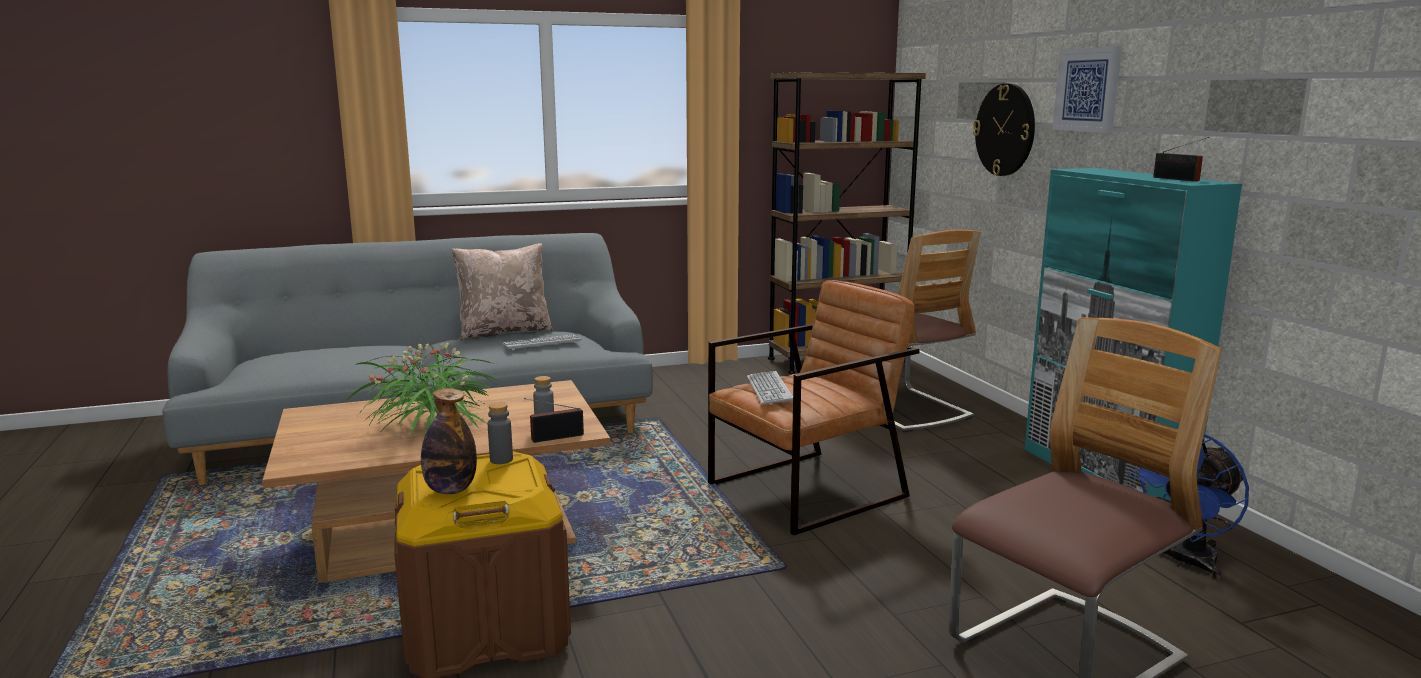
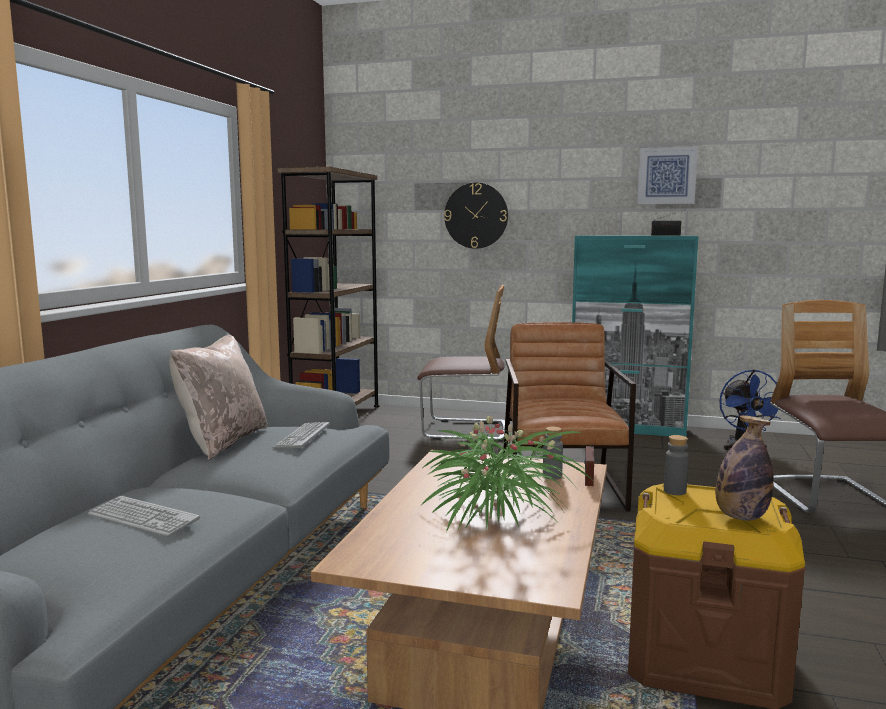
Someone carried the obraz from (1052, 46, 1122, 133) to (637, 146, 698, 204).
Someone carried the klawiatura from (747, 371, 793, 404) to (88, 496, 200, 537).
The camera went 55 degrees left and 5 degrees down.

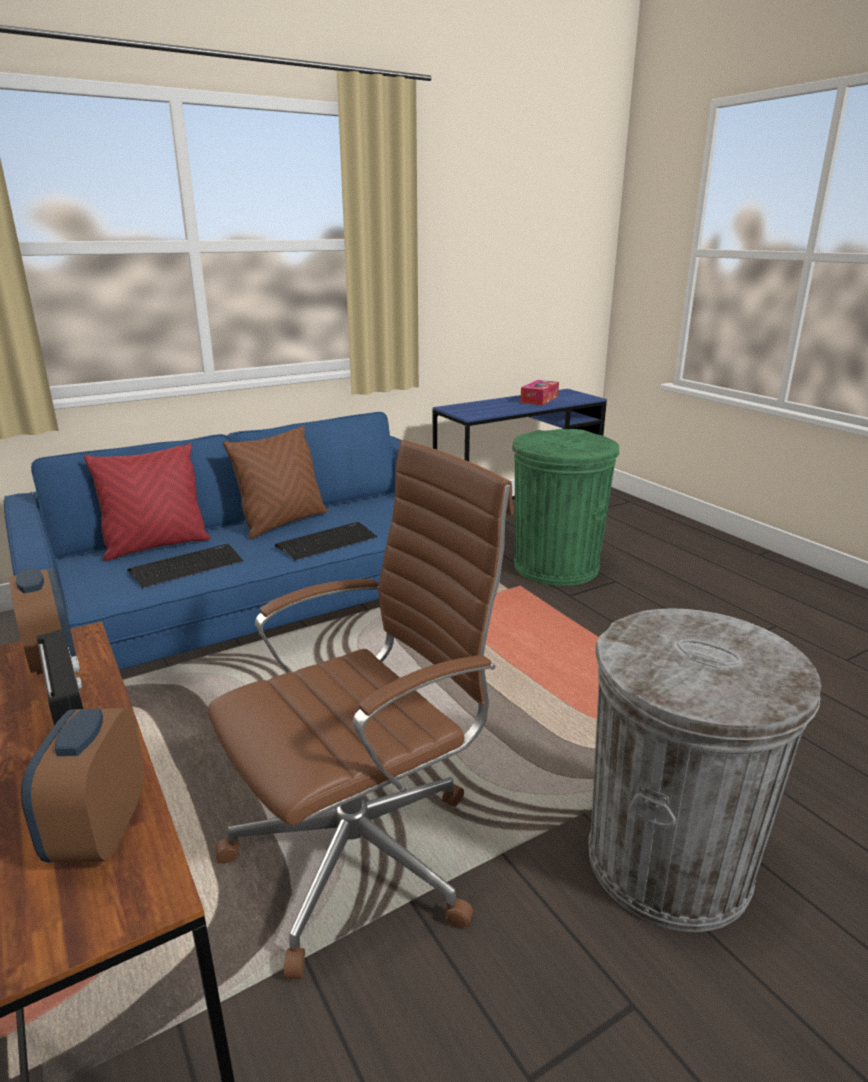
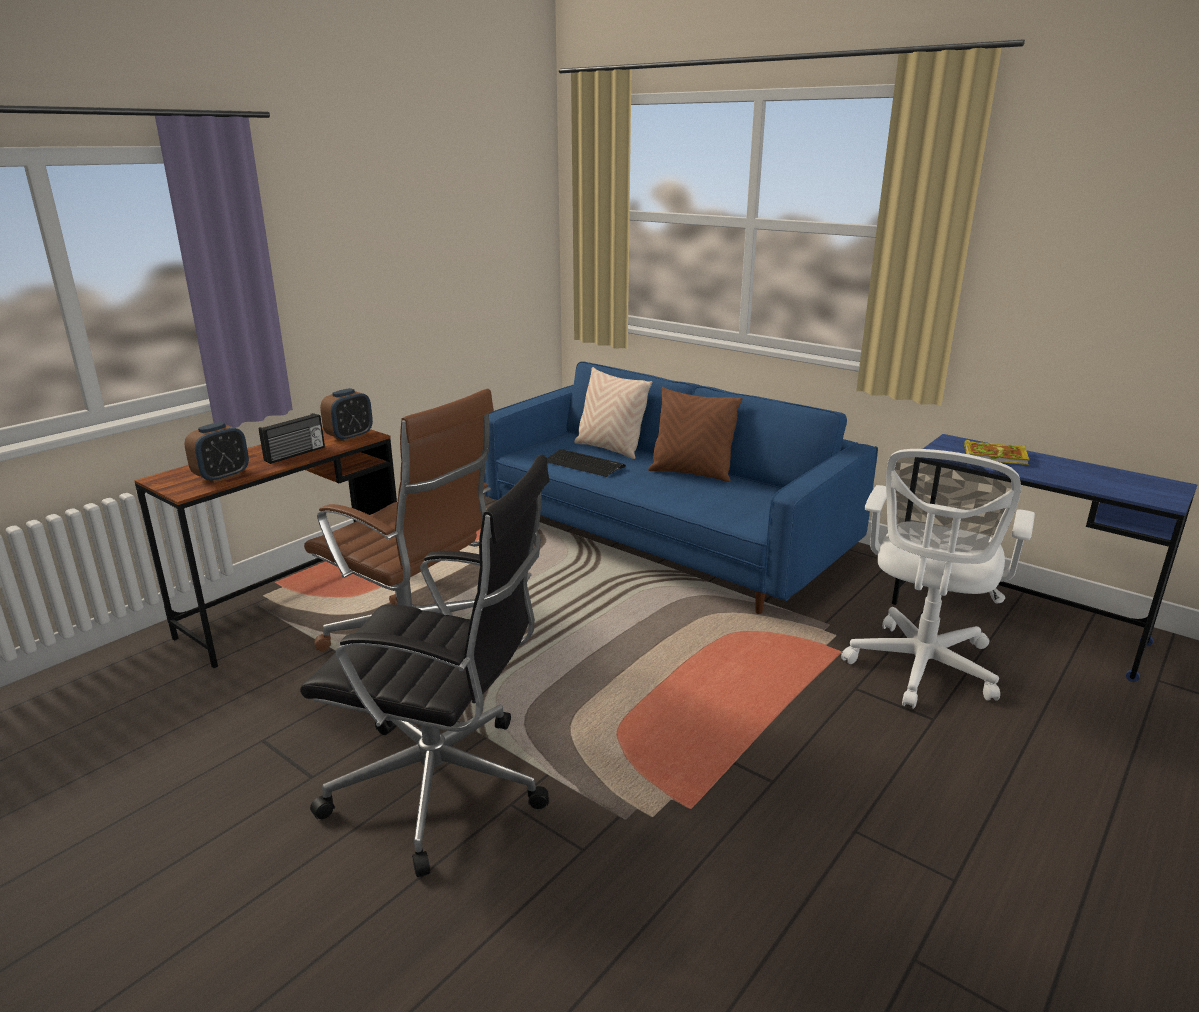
Someone took away the pudełko chusteczek at (520, 380, 559, 405).
Someone swapped the kosz na śmieci [zielony] at (512, 429, 619, 586) for the krzesło biurowe [biały] at (841, 449, 1035, 709).
Someone repainted the poduszka [czerwony] at (84, 443, 211, 561), which became the poduszka [beżowy] at (574, 367, 652, 459).
Someone took away the klawiatura at (275, 522, 377, 561).
Someone swapped the kosz na śmieci [szary] at (589, 608, 821, 932) for the krzesło biurowe [czarny] at (300, 455, 550, 877).
Someone rotated the budzik at (21, 708, 144, 862) by 150 degrees clockwise.
Someone put down the książka at (964, 440, 1030, 465).
The camera went 70 degrees right and 0 degrees up.

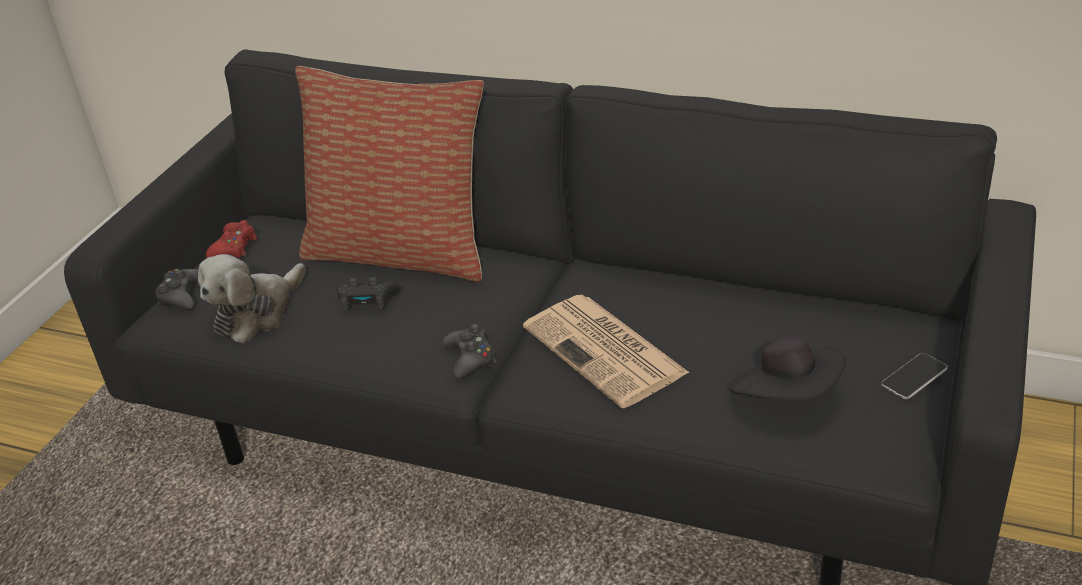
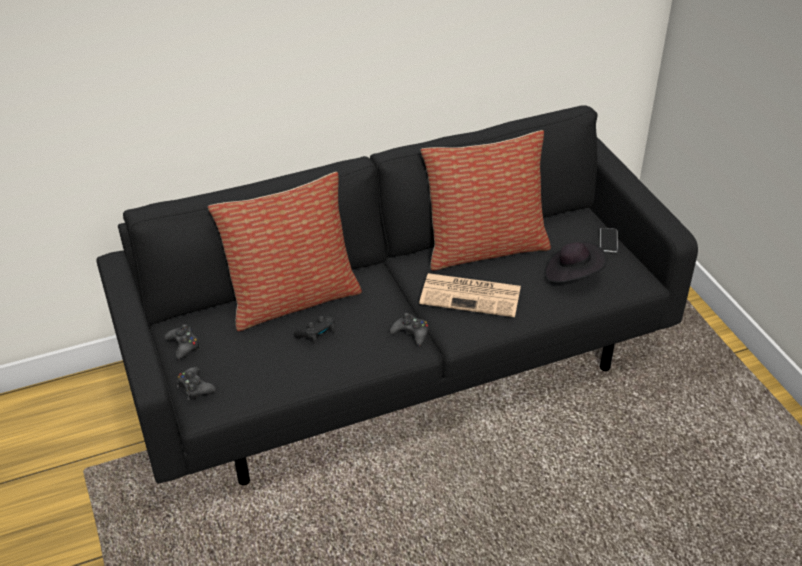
Someone repainted the pad do gier [czerwony] at (206, 220, 257, 258), which became the pad do gier [czarny] at (165, 324, 201, 359).
Someone took away the pluszak at (198, 254, 306, 343).
Someone put down the poduszka at (421, 130, 551, 271).
The camera went 45 degrees left and 5 degrees up.

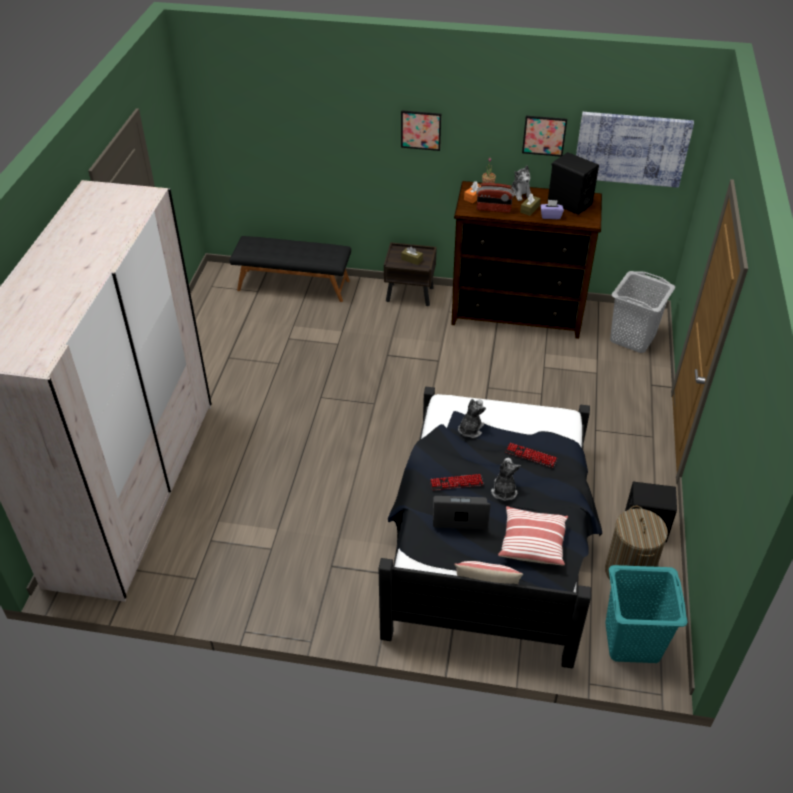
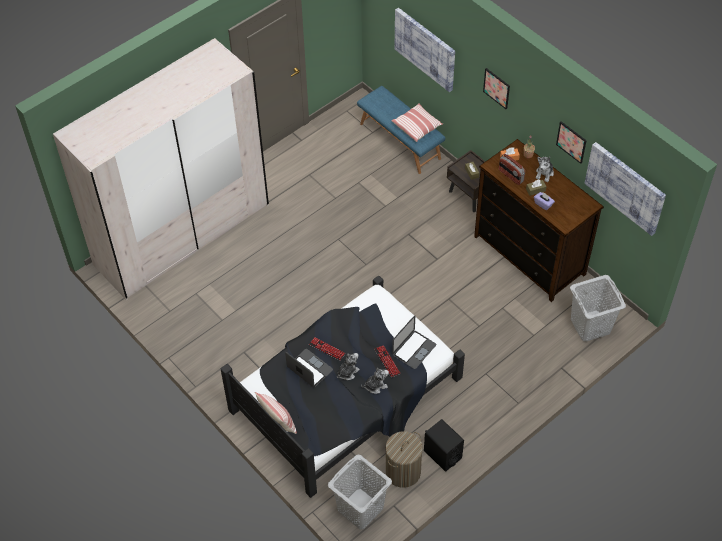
Someone took away the głośnik [czarny] at (548, 152, 599, 215).
Someone repainted the ławka [czarny] at (230, 236, 351, 302), which became the ławka [niebieski] at (357, 86, 445, 174).
Someone carried the pluszak from (458, 399, 486, 438) to (361, 368, 389, 394).
Someone carried the poduszka from (498, 506, 568, 566) to (392, 103, 443, 142).
Someone repainted the kosz na pranie [turkusowy] at (605, 565, 688, 663), which became the kosz na pranie [szary] at (328, 455, 392, 530).
Someone put up the obraz at (395, 8, 455, 92).
Someone put down the laptop at (392, 315, 436, 369).
The camera went 40 degrees right and 10 degrees up.

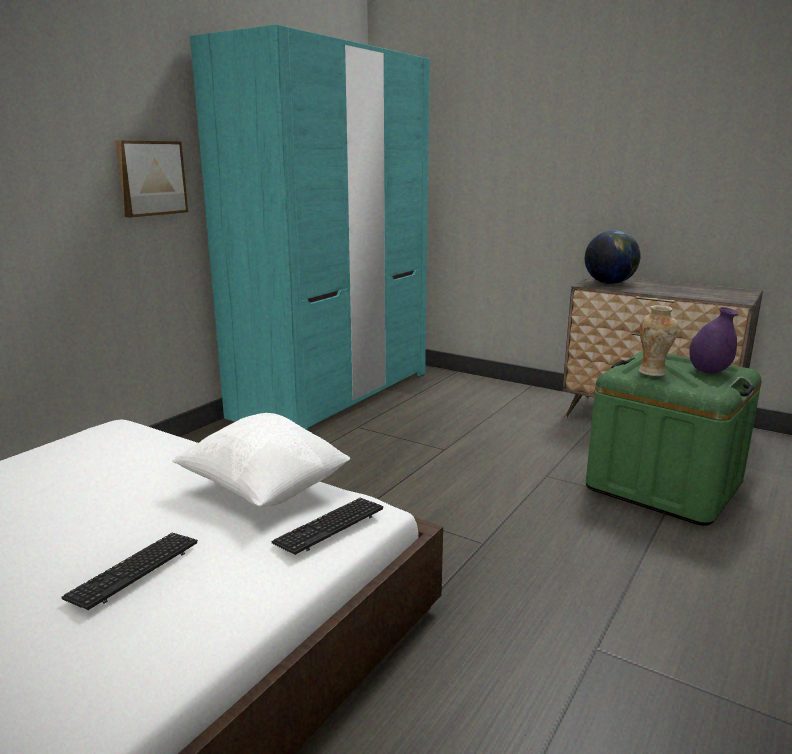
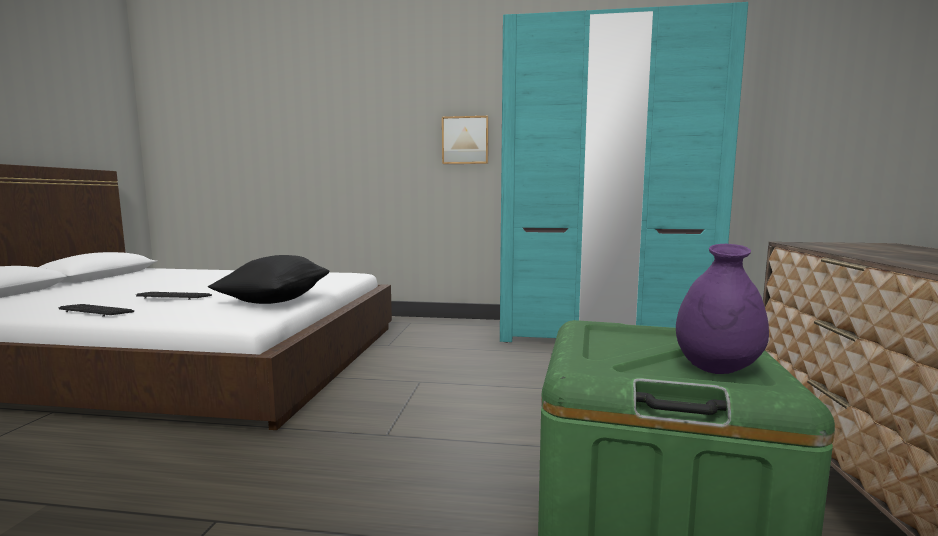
Someone took away the globus at (585, 230, 641, 284).
Someone took away the wazon at (639, 305, 679, 376).
Someone repainted the poduszka [biały] at (172, 413, 350, 507), which became the poduszka [czarny] at (208, 255, 330, 304).
Someone carried the klawiatura from (272, 498, 384, 555) to (58, 304, 134, 317).
The camera went 65 degrees right and 10 degrees down.

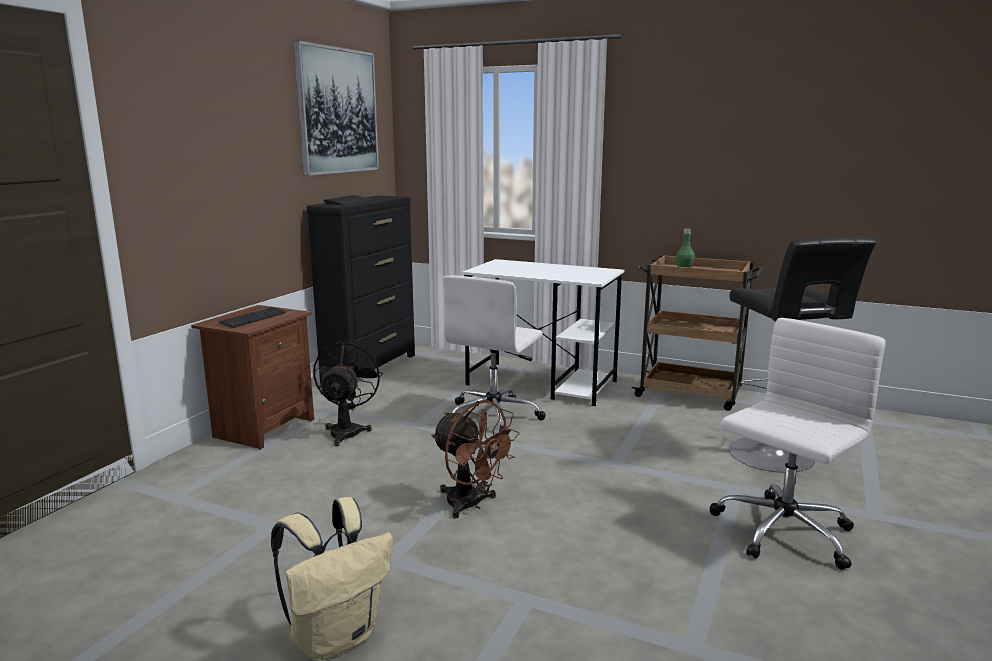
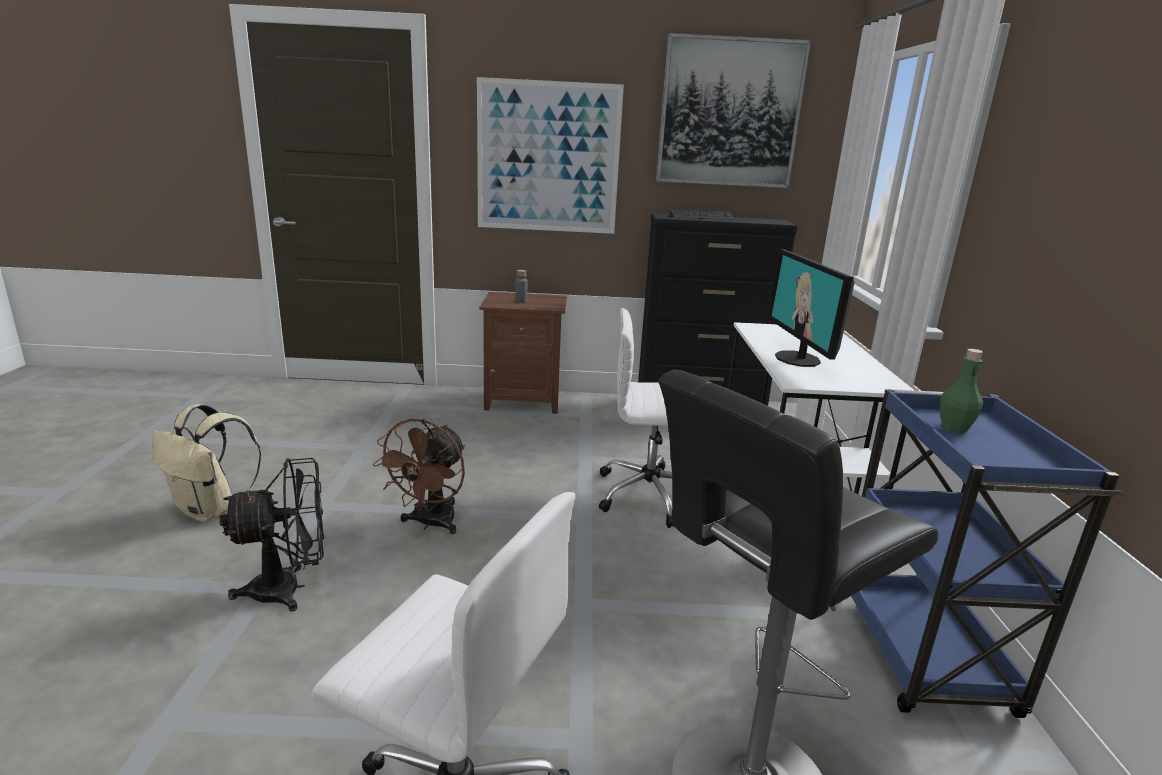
Someone repainted the wózek [brązowy] at (631, 255, 763, 411), which became the wózek [niebieski] at (851, 389, 1122, 718).
Someone swapped the klawiatura at (219, 307, 286, 328) for the butelka [szary] at (515, 270, 527, 303).
Someone carried the wentylator [czarny] from (313, 340, 383, 446) to (219, 458, 324, 612).
Someone put up the obraz at (477, 77, 624, 234).
Someone put down the monitor at (768, 249, 855, 367).
The camera went 65 degrees right and 5 degrees up.

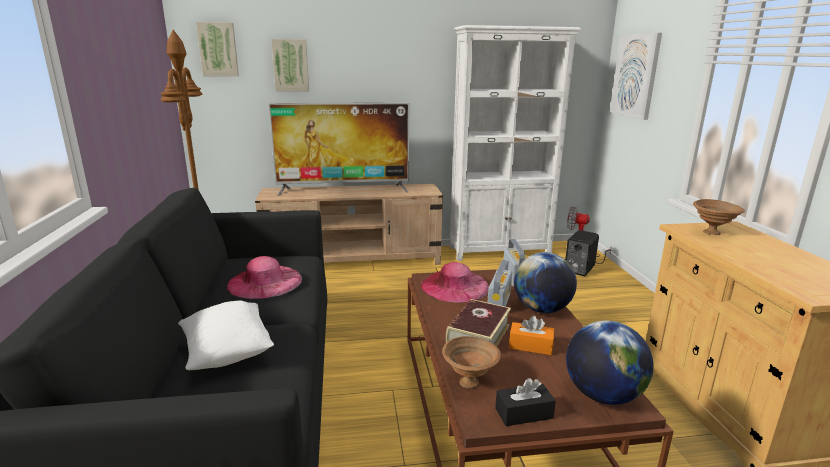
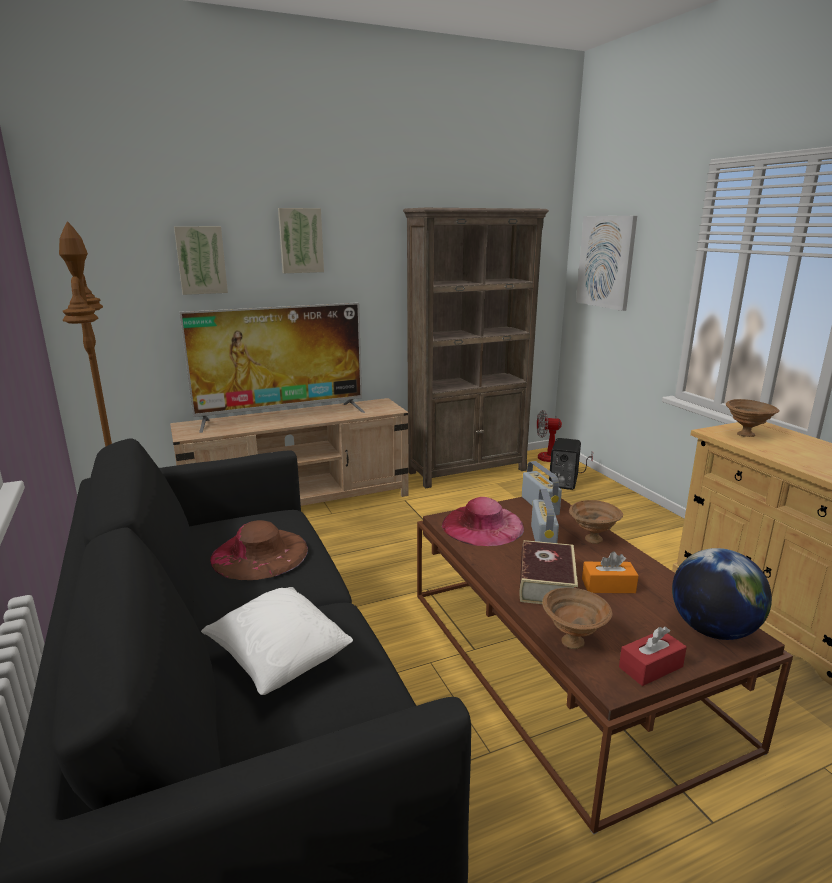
Someone carried the obraz from (196, 22, 239, 76) to (278, 208, 324, 273).
Someone repainted the regał [biały] at (450, 25, 581, 261), which became the regał [brązowy] at (403, 208, 549, 488).
Someone swapped the globus at (514, 252, 577, 313) for the miska [brązowy] at (569, 500, 623, 544).
Someone repainted the kapelusz [różowy] at (227, 256, 302, 299), which became the kapelusz [brązowy] at (210, 520, 308, 580).
Someone repainted the pudełko chusteczek [czarny] at (495, 378, 556, 426), which became the pudełko chusteczek [czerwony] at (619, 627, 687, 686).
The camera went 15 degrees left and 0 degrees up.

